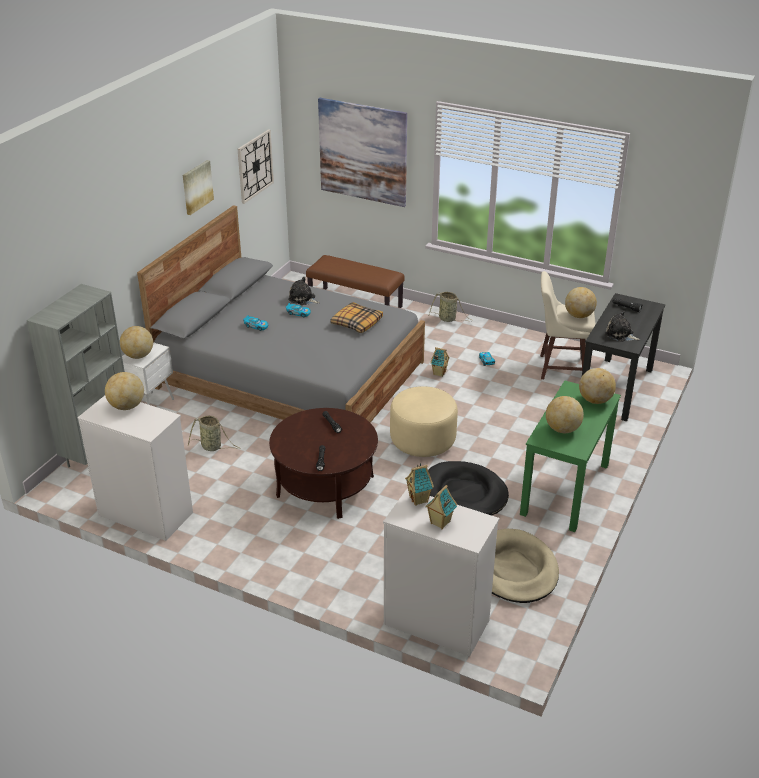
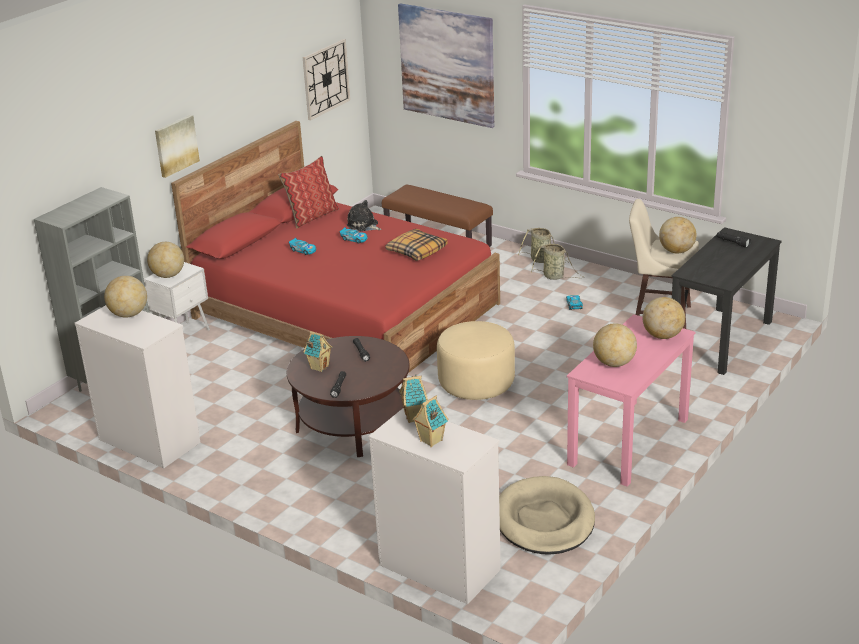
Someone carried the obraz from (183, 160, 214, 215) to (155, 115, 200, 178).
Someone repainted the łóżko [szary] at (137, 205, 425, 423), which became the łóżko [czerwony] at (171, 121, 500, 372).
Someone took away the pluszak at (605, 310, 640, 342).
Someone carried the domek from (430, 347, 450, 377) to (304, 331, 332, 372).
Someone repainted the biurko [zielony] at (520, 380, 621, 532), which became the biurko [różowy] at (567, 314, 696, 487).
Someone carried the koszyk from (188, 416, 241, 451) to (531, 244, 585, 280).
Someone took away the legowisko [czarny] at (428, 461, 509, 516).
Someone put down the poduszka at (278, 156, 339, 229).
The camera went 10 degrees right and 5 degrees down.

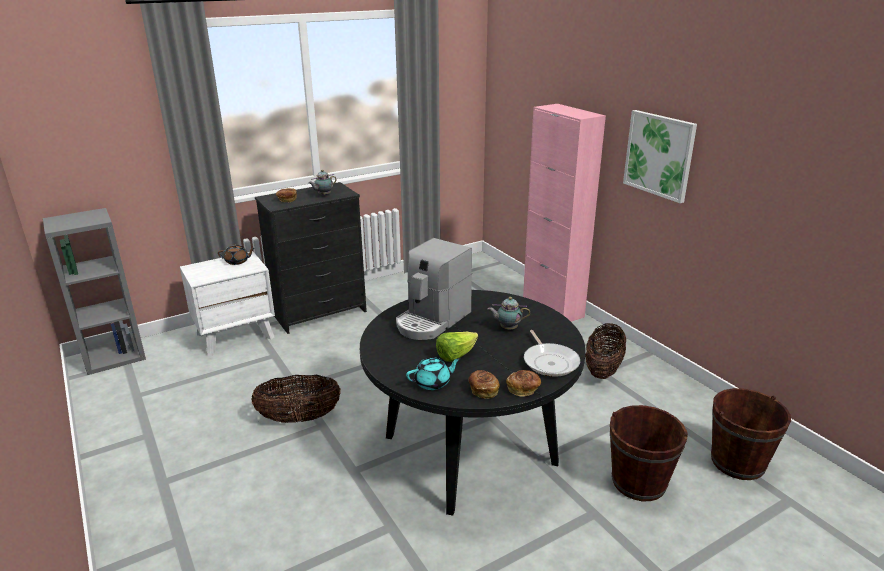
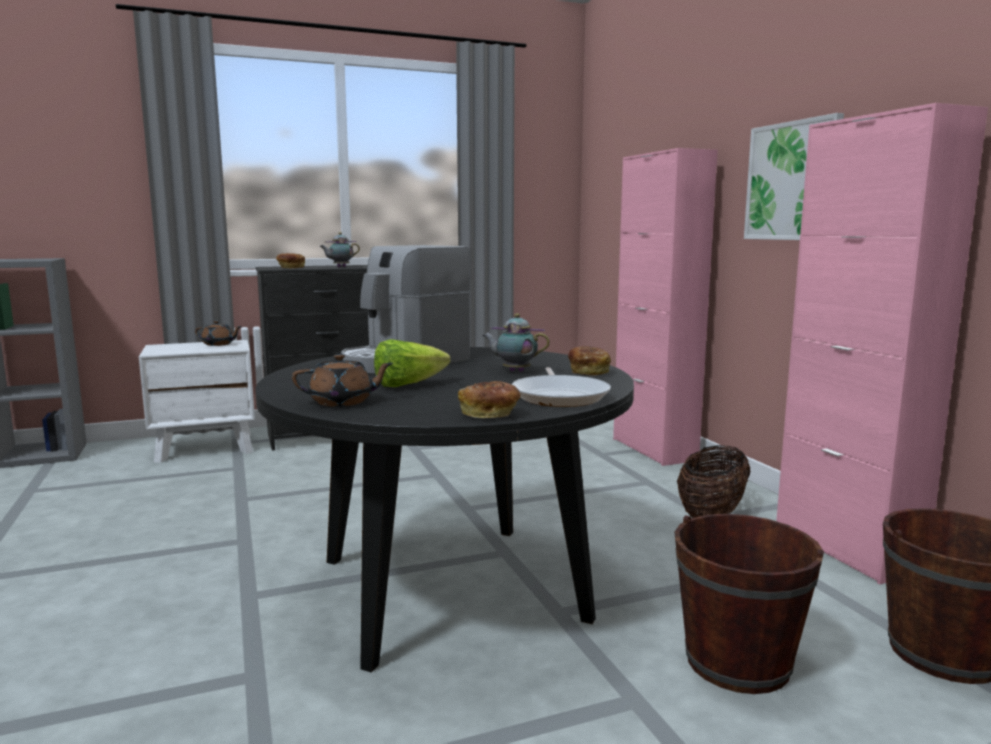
Someone repainted the imbryk [turkusowy] at (406, 357, 461, 390), which became the imbryk [brązowy] at (292, 354, 393, 407).
Someone carried the chleb from (469, 370, 500, 399) to (568, 346, 611, 376).
Someone took away the koszyk at (251, 375, 341, 423).
Someone put down the szafka [różowy] at (776, 103, 988, 584).
The camera went 10 degrees right and 15 degrees down.

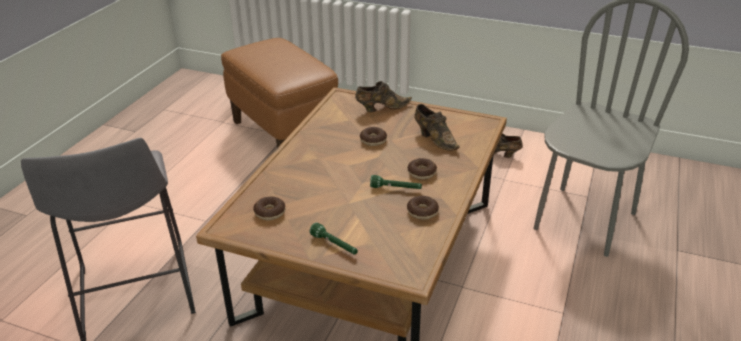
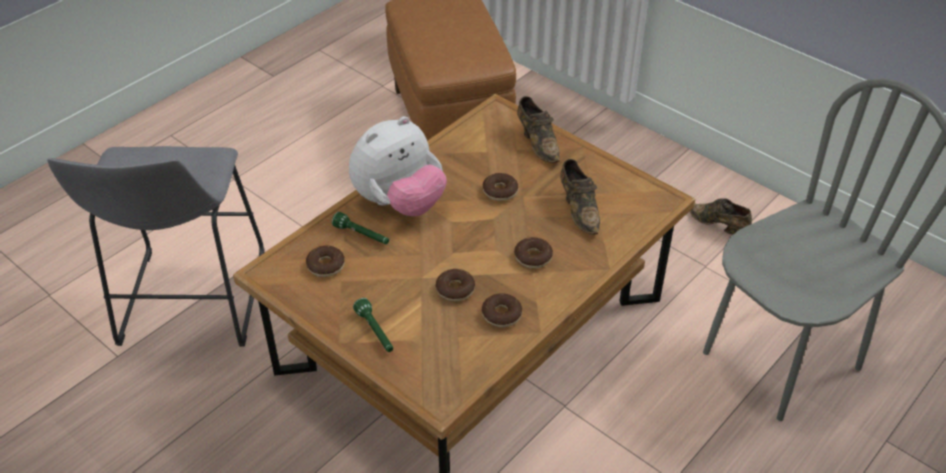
Someone rotated the but [brązowy] at (355, 81, 412, 112) by 60 degrees clockwise.
Someone carried the latarka [zielony] from (370, 175, 422, 189) to (332, 212, 389, 244).
Someone put down the pluszak at (349, 116, 447, 216).
Someone put down the donut at (436, 269, 475, 301).
The camera went 20 degrees right and 10 degrees up.

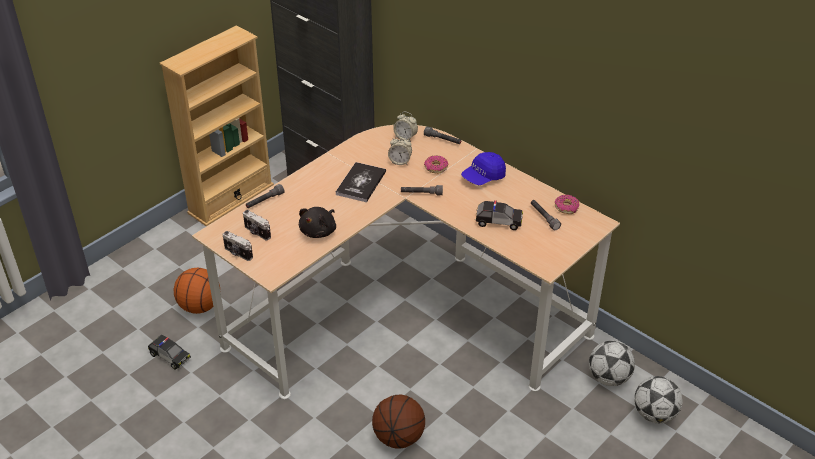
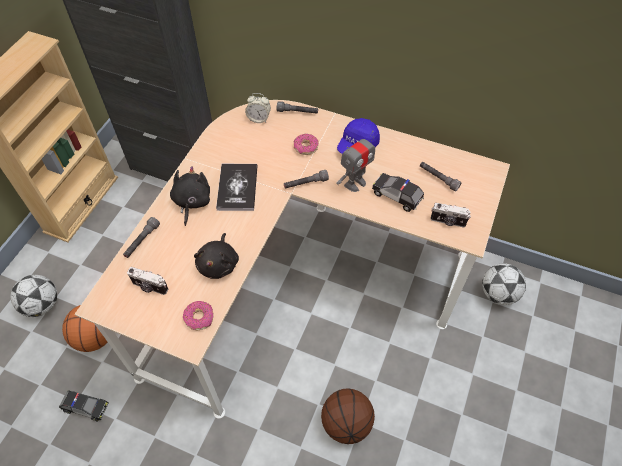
Someone took away the budzik at (388, 136, 412, 165).
Someone carried the donut from (555, 195, 579, 214) to (183, 301, 214, 330).
Someone rotated the samochodzik at (475, 200, 523, 230) by 135 degrees counterclockwise.
Someone carried the aparat fotograficzny from (223, 231, 253, 261) to (431, 203, 471, 228).
Someone carried the piłka futbolowa from (634, 376, 682, 423) to (11, 275, 57, 317).
Someone put down the robot zabawkowy at (337, 131, 375, 192).
Someone put down the pluszak [czarny] at (170, 166, 210, 226).
The camera went 20 degrees left and 15 degrees up.

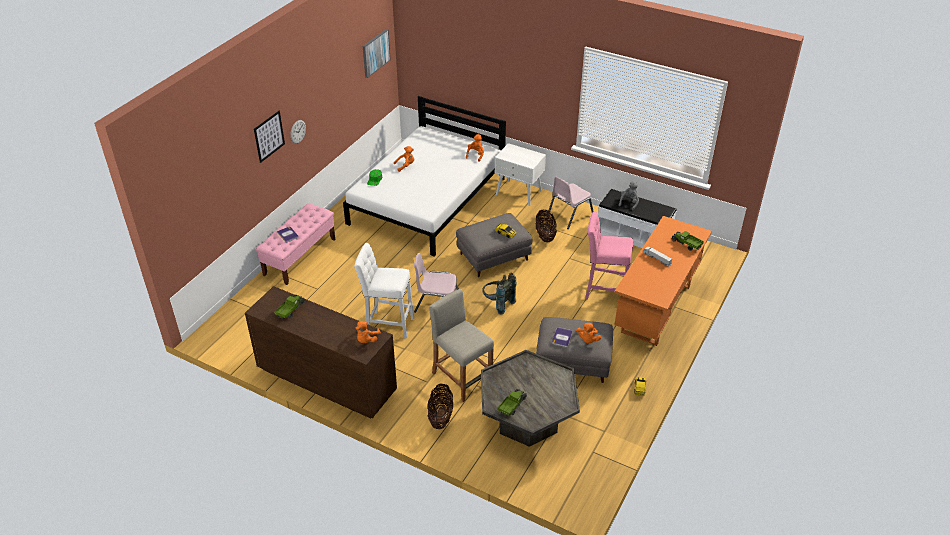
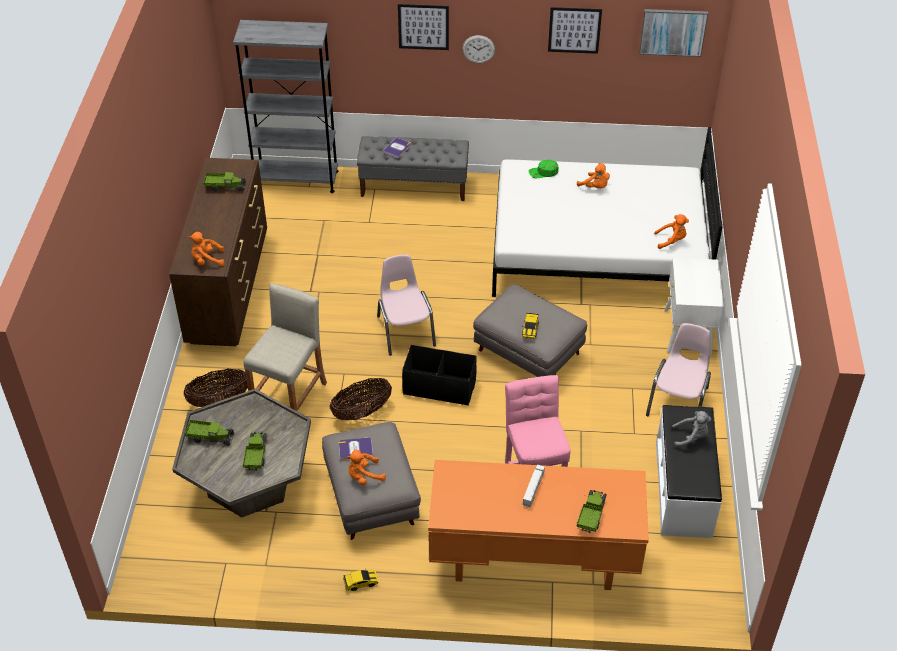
Someone rotated the krzesło [różowy] at (548, 177, 594, 229) by 90 degrees clockwise.
Someone repainted the ławka [różowy] at (256, 203, 335, 285), which became the ławka [szary] at (357, 136, 469, 201).
Someone carried the koszyk from (536, 210, 557, 242) to (330, 378, 392, 420).
Someone took away the stołek [biały] at (354, 243, 414, 339).
Someone swapped the plecak [szary] at (483, 272, 517, 314) for the pojemnik do przechowywania [czarny] at (402, 345, 476, 405).
Someone put up the obraz at (548, 7, 602, 54).
Someone put down the regał [szary] at (233, 20, 338, 193).
Someone put down the ciężarówka zabawkowa at (243, 432, 267, 471).
The camera went 65 degrees right and 5 degrees up.

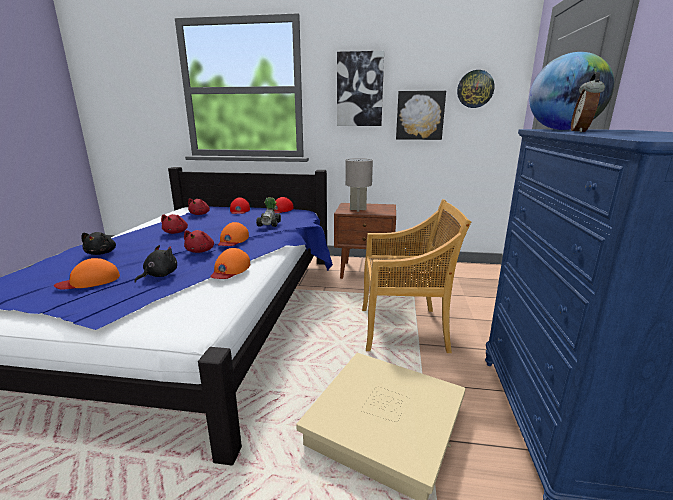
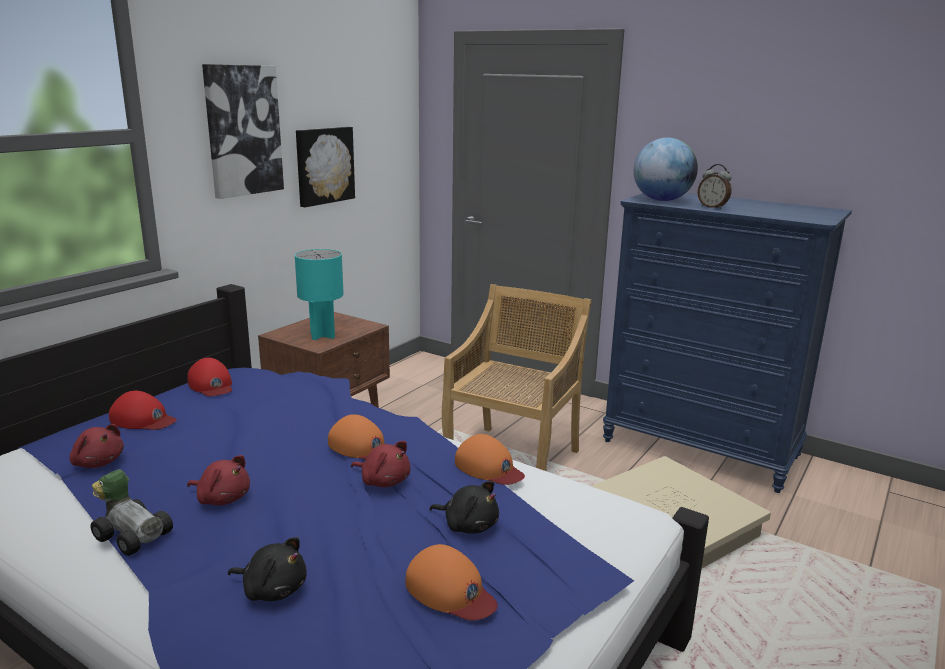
Someone took away the zegar ścienny at (457, 70, 495, 108).
Someone repainted the lampa stołowa [szary] at (345, 158, 373, 212), which became the lampa stołowa [turkusowy] at (295, 249, 344, 340).
Someone carried the samochodzik from (256, 198, 281, 227) to (91, 469, 173, 556).
Someone rotated the pluszak [czarny] at (134, 245, 177, 283) by 150 degrees clockwise.
Someone rotated the czapka z daszkiem [pomarańczowy] at (54, 258, 120, 289) by 45 degrees counterclockwise.
The camera went 65 degrees left and 0 degrees up.

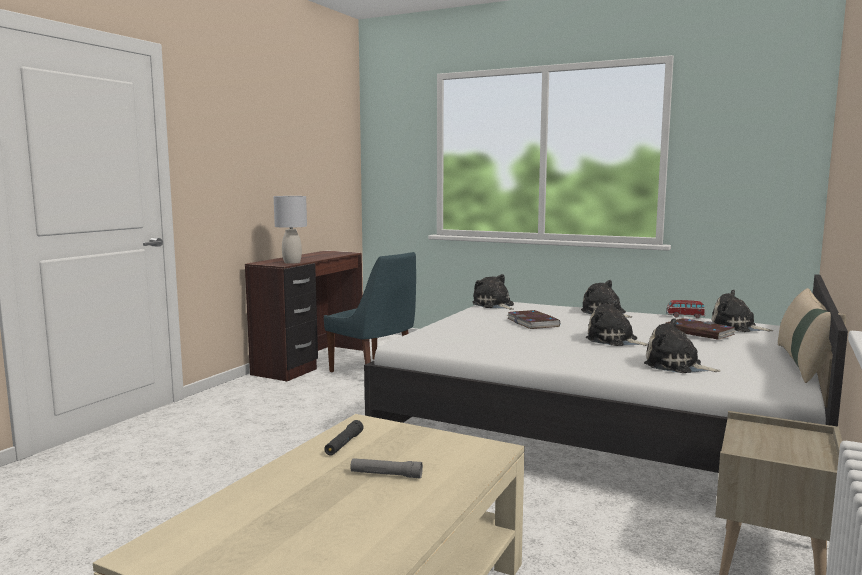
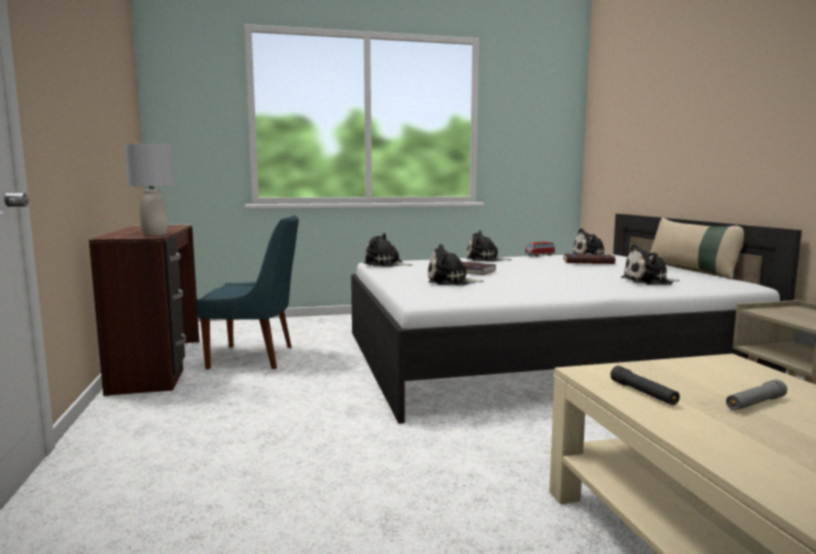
Someone carried the pluszak from (586, 300, 648, 346) to (428, 244, 484, 285).
The camera went 40 degrees left and 0 degrees up.

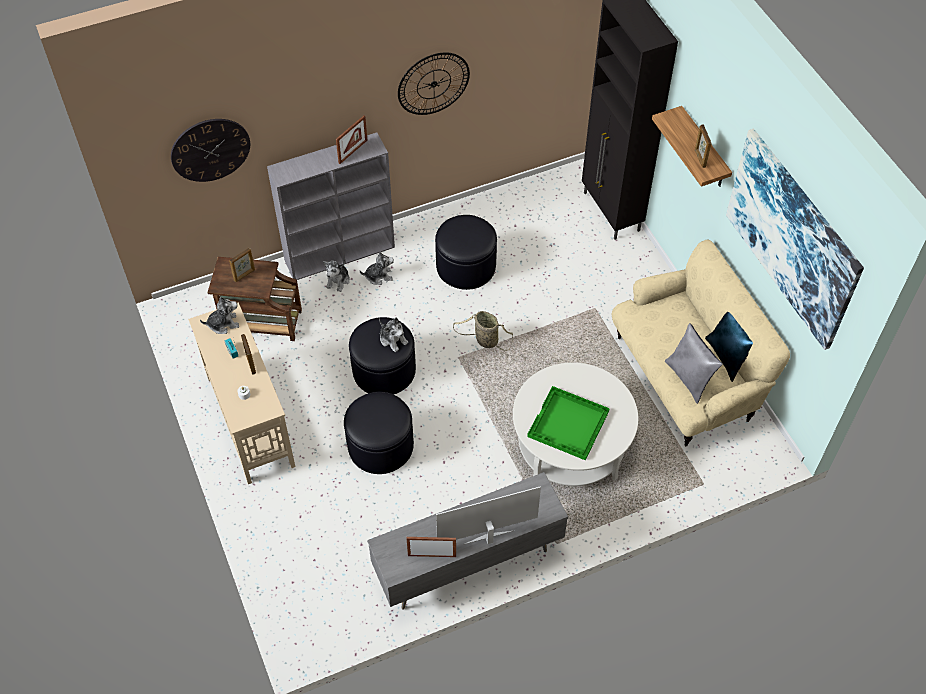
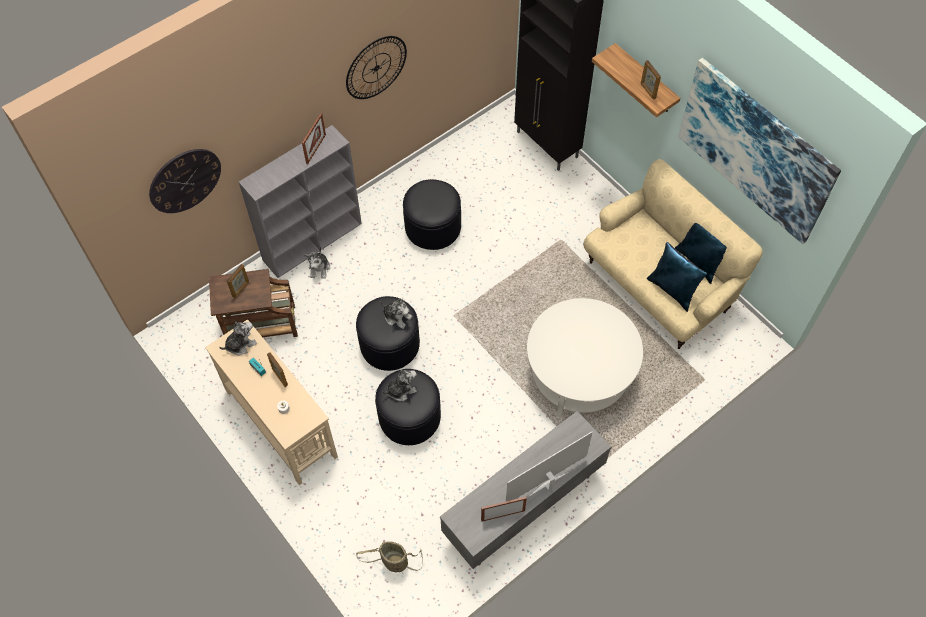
Someone carried the pluszak from (360, 252, 394, 285) to (382, 369, 417, 401).
Someone carried the koszyk from (453, 311, 513, 351) to (356, 541, 423, 572).
Someone repainted the poduszka [szary] at (665, 323, 723, 404), which became the poduszka [niebieski] at (647, 242, 707, 312).
Someone took away the taca [zielony] at (527, 386, 610, 460).
The camera went 15 degrees left and 5 degrees up.

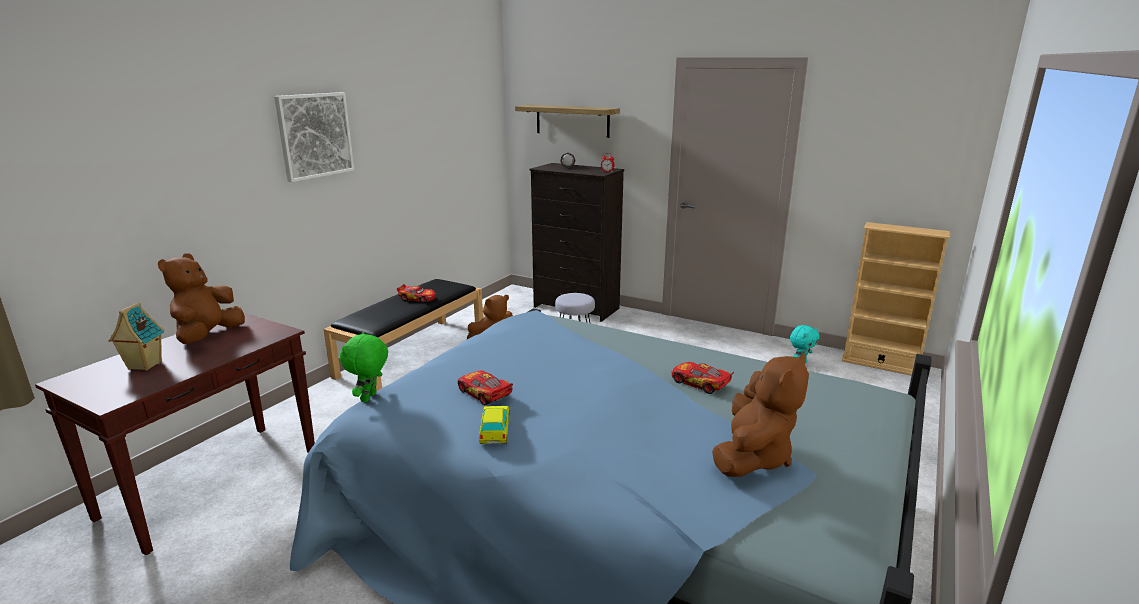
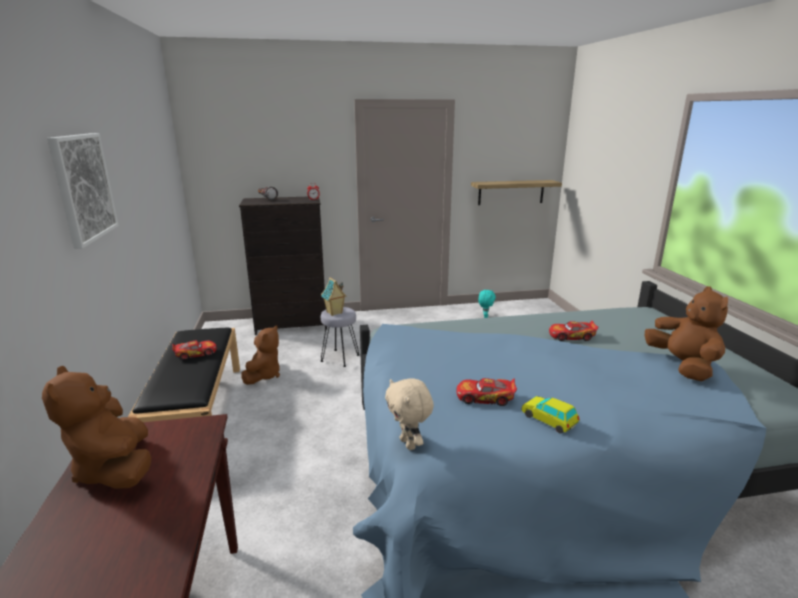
Someone carried the półka from (515, 105, 620, 138) to (471, 180, 562, 205).
Someone took away the regał [beżowy] at (841, 222, 950, 376).
Someone carried the domek from (109, 302, 164, 371) to (321, 277, 347, 316).
Someone repainted the pluszak [zielony] at (340, 332, 388, 402), which became the pluszak [beżowy] at (385, 378, 434, 450).
The camera went 40 degrees left and 0 degrees up.

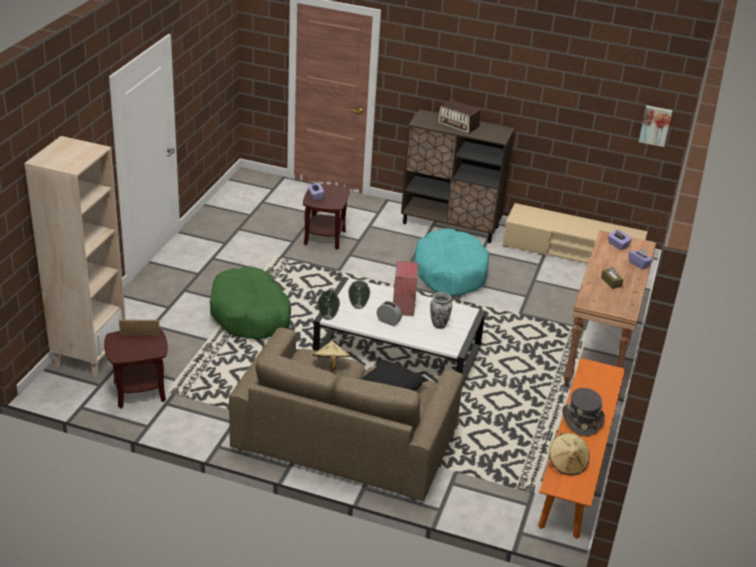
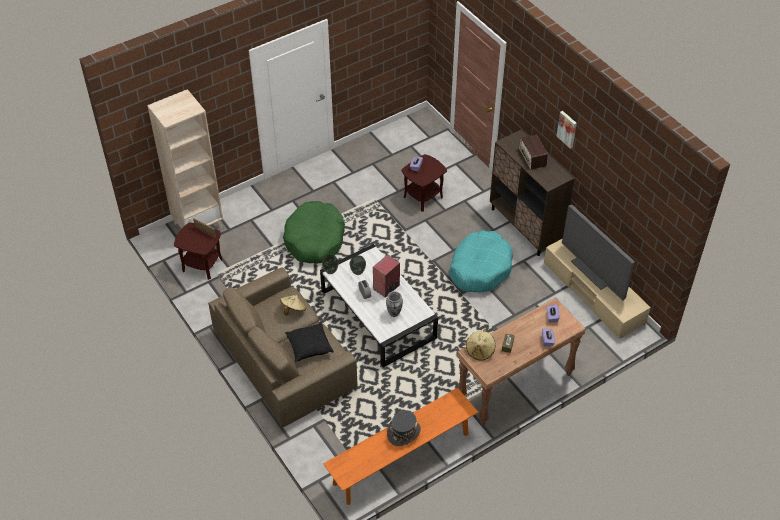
Someone carried the obraz from (639, 106, 673, 147) to (557, 111, 577, 149).
Someone carried the kapelusz [beżowy] from (549, 432, 590, 476) to (466, 330, 495, 361).
Someone put down the telewizor at (562, 205, 635, 301).
The camera went 40 degrees right and 15 degrees up.

